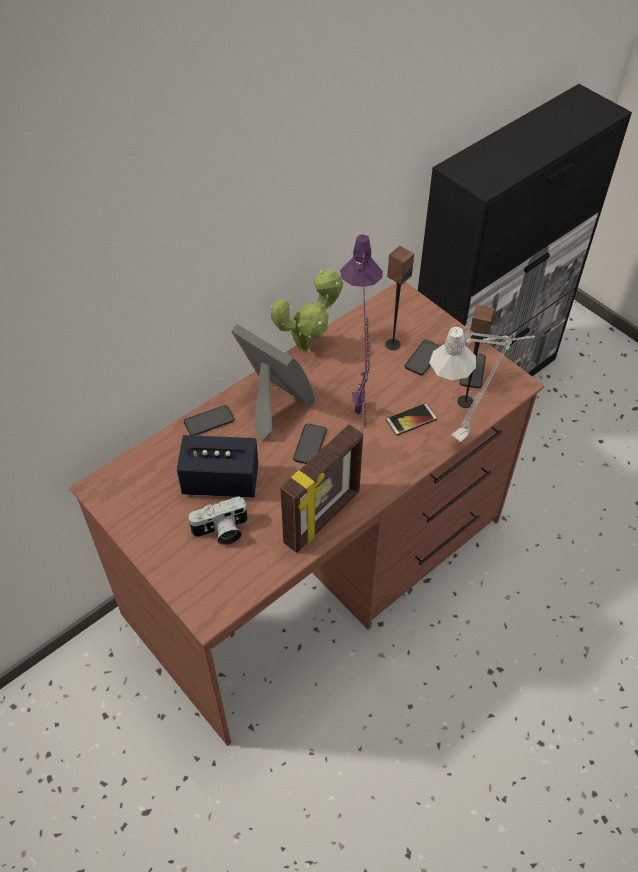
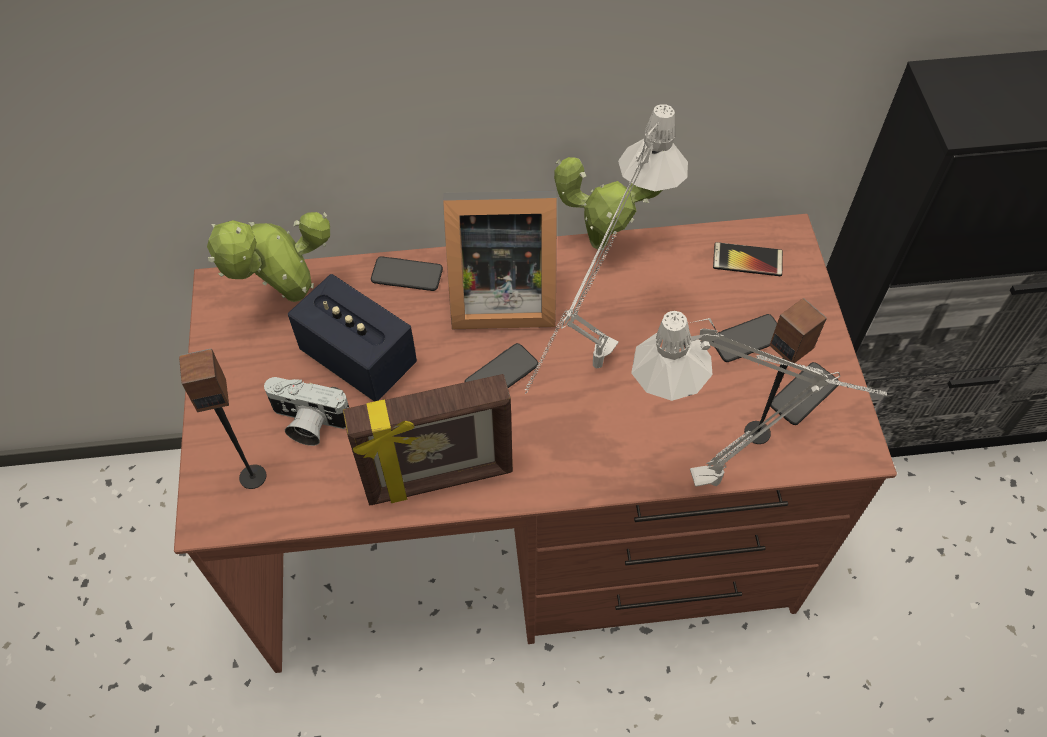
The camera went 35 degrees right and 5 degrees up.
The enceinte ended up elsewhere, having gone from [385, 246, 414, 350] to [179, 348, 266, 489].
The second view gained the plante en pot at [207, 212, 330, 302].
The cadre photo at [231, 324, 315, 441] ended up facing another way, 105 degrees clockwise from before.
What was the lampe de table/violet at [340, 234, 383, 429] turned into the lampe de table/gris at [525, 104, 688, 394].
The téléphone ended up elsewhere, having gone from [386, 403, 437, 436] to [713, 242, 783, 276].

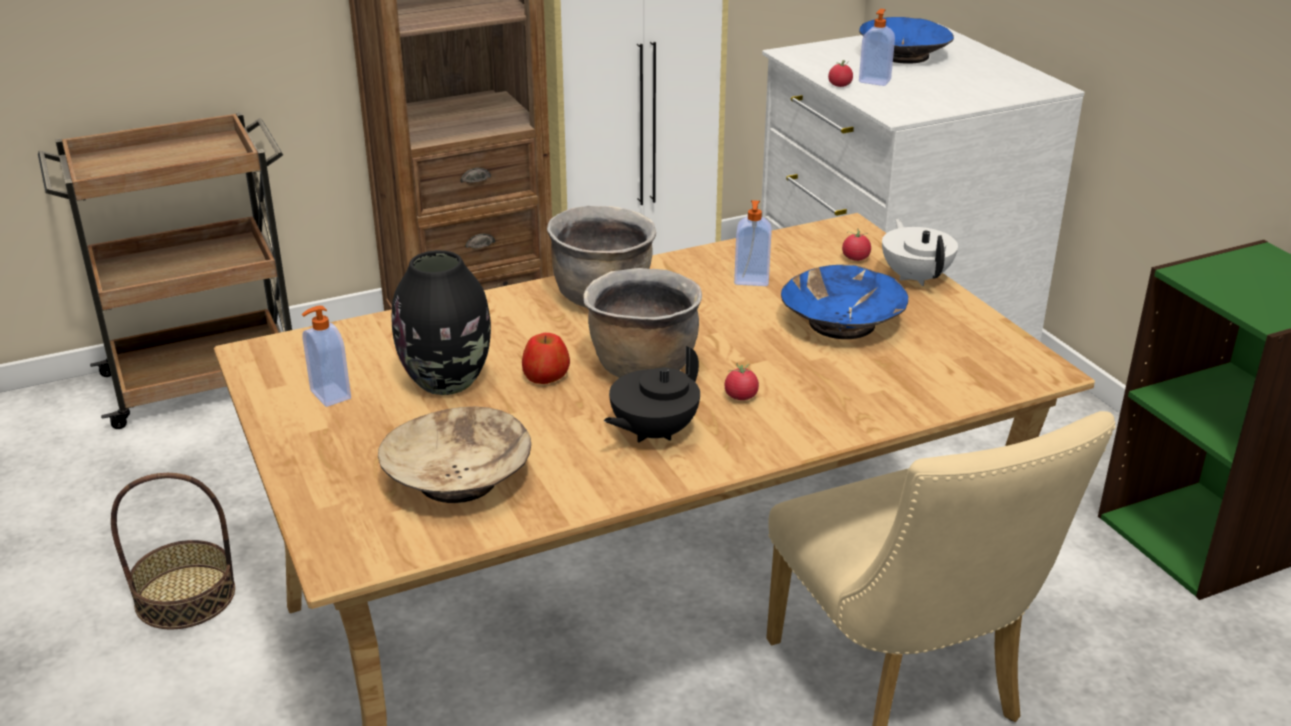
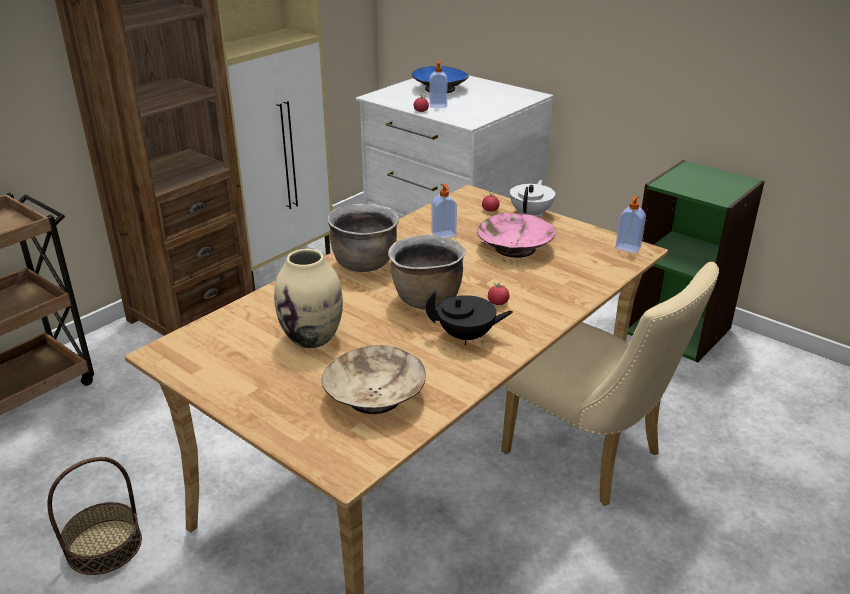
The camera went 25 degrees left and 0 degrees up.
What was the vase/noir at [392, 250, 491, 395] turned into the vase/beige at [274, 249, 343, 348].
The théière/noir at [604, 346, 700, 442] ended up facing another way, 105 degrees counterclockwise from before.
What was the bol/bleu at [781, 265, 908, 339] turned into the bol/rose at [477, 213, 556, 258].
The théière/blanc at [882, 219, 958, 286] ended up facing another way, 60 degrees clockwise from before.
The distributeur de savon ended up elsewhere, having gone from [302, 306, 351, 407] to [615, 196, 646, 253].
The second view lost the pomme at [522, 333, 570, 384].

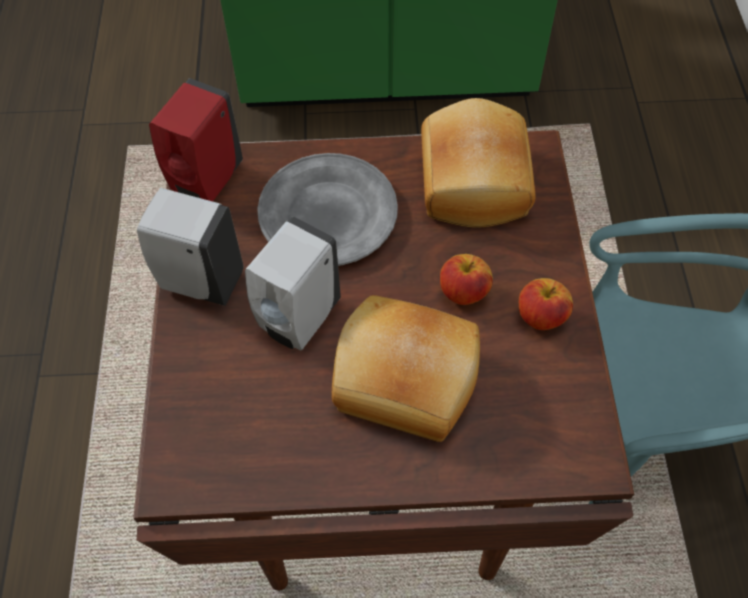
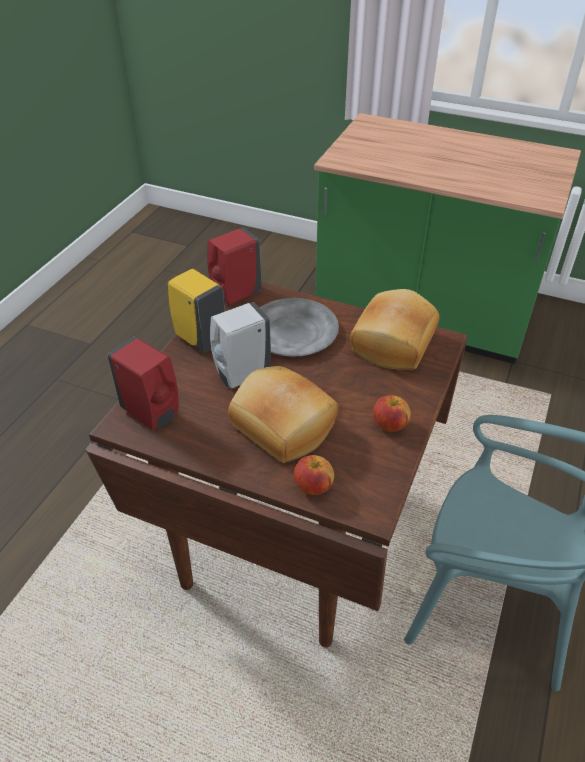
The camera went 25 degrees right and 15 degrees down.
The second view gained the distributeur de savon/rouge at [107, 337, 179, 430].
What was the distributeur de savon/blanc at [137, 188, 244, 306] turned into the distributeur de savon/jaune at [168, 269, 225, 353].
The pomme ended up elsewhere, having gone from [440, 254, 493, 305] to [294, 455, 334, 495].

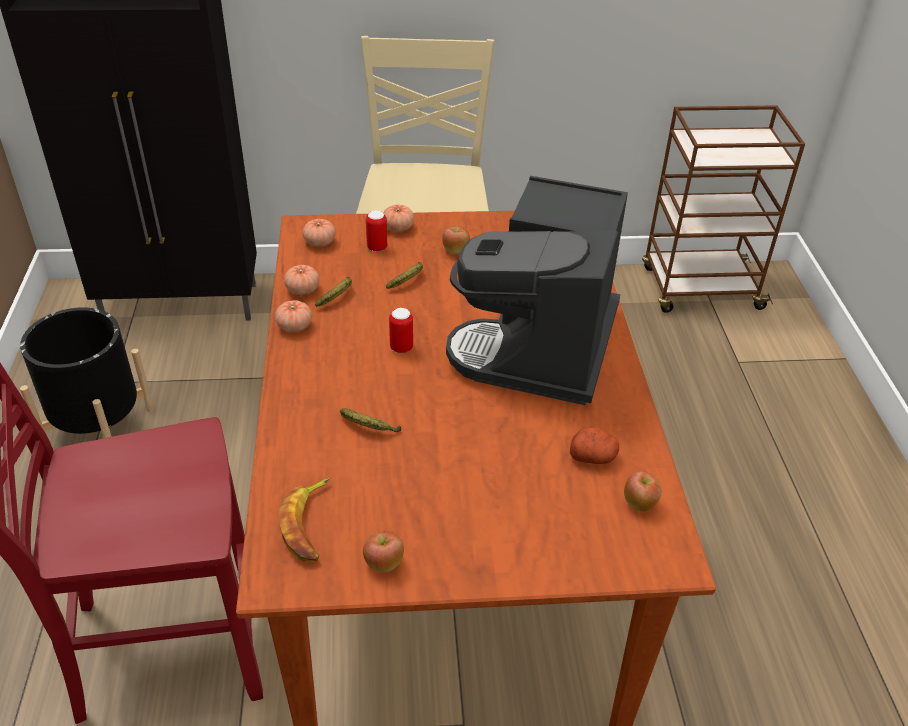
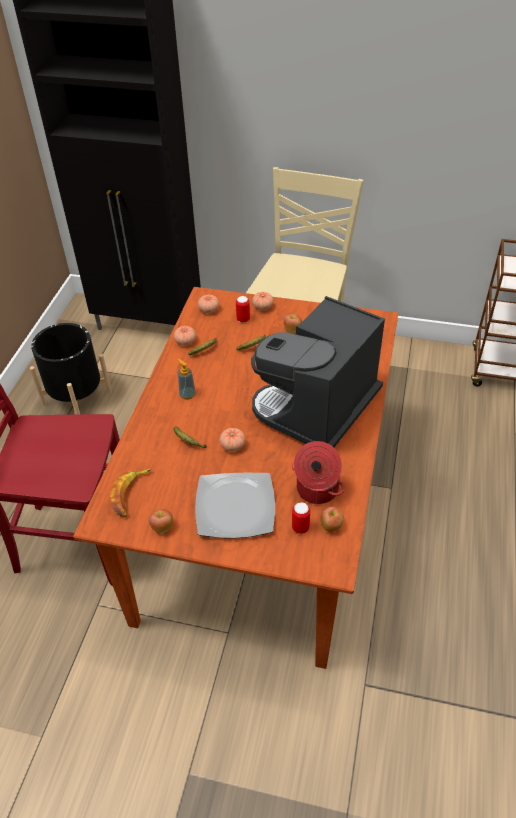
The camera went 20 degrees right and 5 degrees up.
The second view gained the distributeur de savon at [178, 359, 196, 400].
The second view gained the assiette at [195, 473, 275, 538].
The tomate ended up elsewhere, having gone from [275, 300, 312, 332] to [220, 428, 245, 452].
Where the pomme de terre stood at [570, 427, 619, 464], the marmite came to stand at [292, 441, 345, 504].
The boîte métallique ended up elsewhere, having gone from [389, 308, 413, 353] to [292, 502, 310, 534].

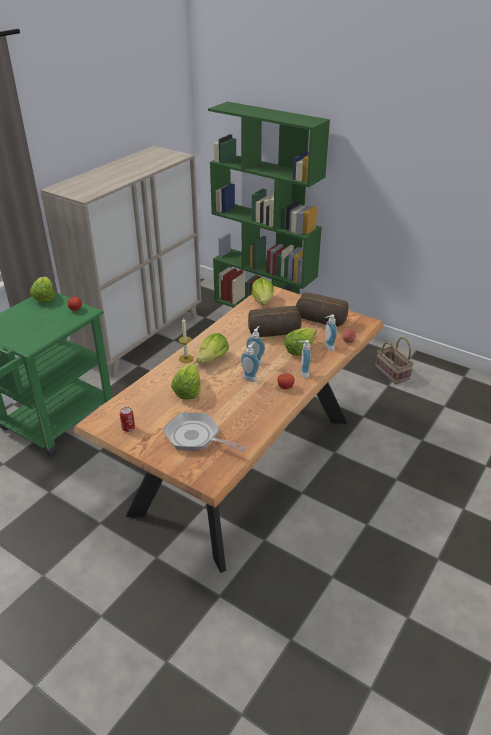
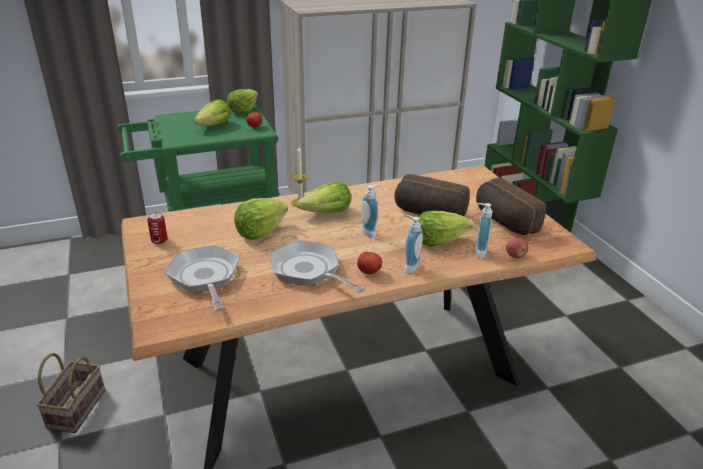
The camera went 35 degrees right and 5 degrees down.
The panier ended up elsewhere, having gone from [375, 337, 414, 384] to [36, 353, 105, 433].
The laitue ended up elsewhere, having gone from [251, 278, 274, 305] to [194, 99, 231, 126].
The second view gained the poêle at [270, 240, 365, 293].
The second view lost the distributeur de savon at [241, 342, 259, 382].

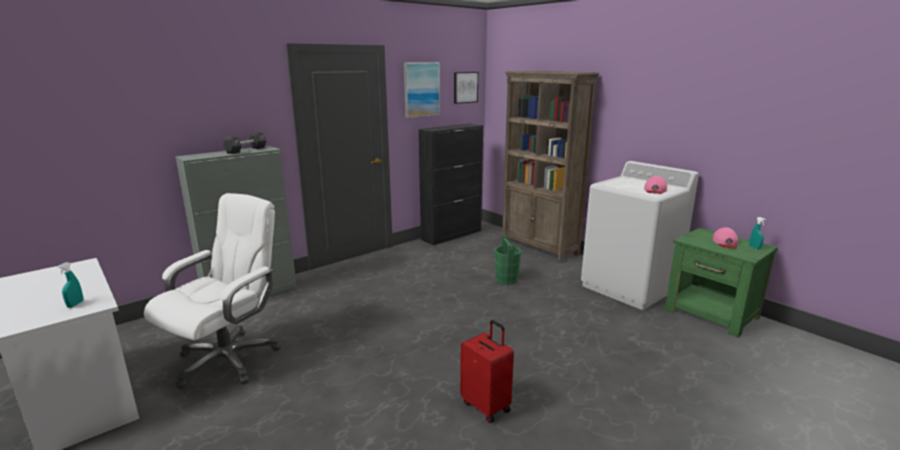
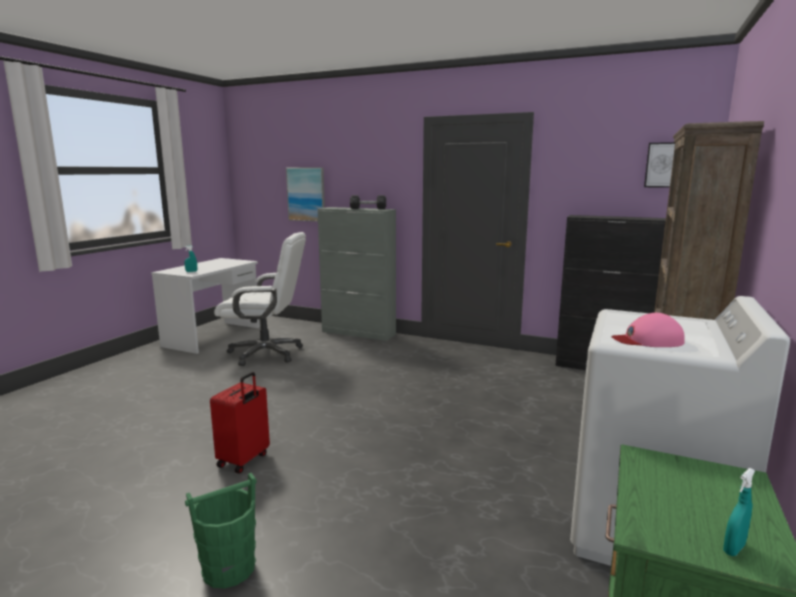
The camera went 65 degrees right and 5 degrees down.
The seau/vert ended up elsewhere, having gone from [495, 236, 521, 285] to [185, 473, 257, 588].
The tableau ended up elsewhere, having gone from [404, 62, 440, 118] to [286, 168, 325, 222].
The second view lost the casquette/rose at [712, 227, 738, 248].

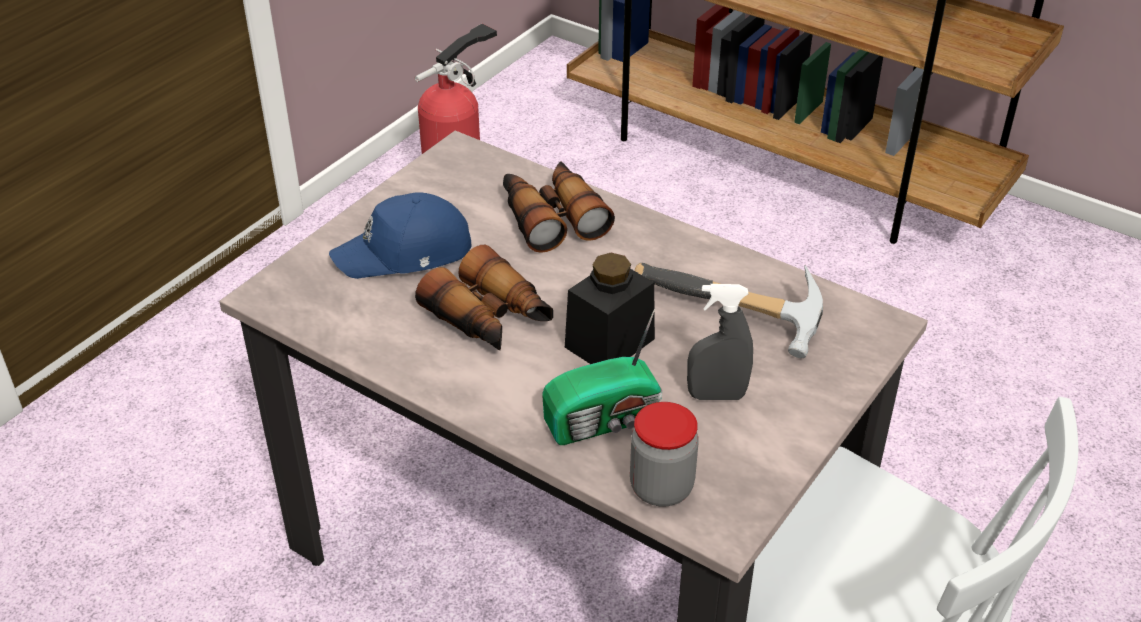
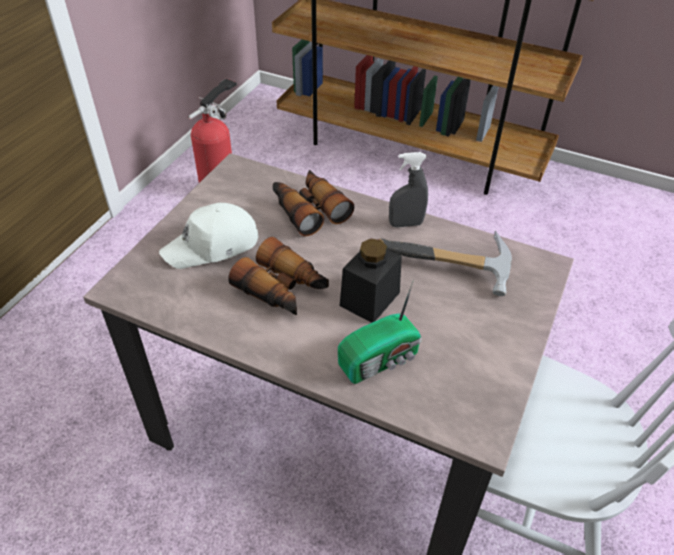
The camera went 10 degrees left and 5 degrees up.
What was the casquette/bleu at [329, 192, 472, 279] turned into the casquette/blanc at [159, 203, 259, 269].
The vaporisateur/gris ended up elsewhere, having gone from [687, 284, 753, 400] to [389, 152, 428, 228].
The second view lost the bocal at [630, 402, 699, 507].

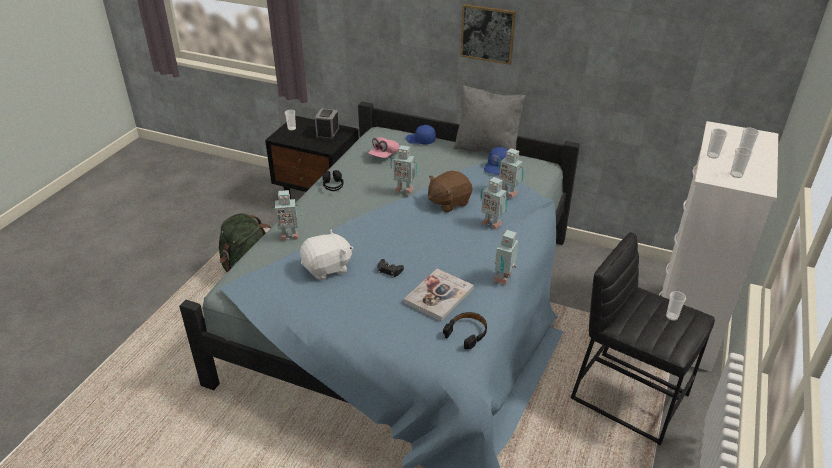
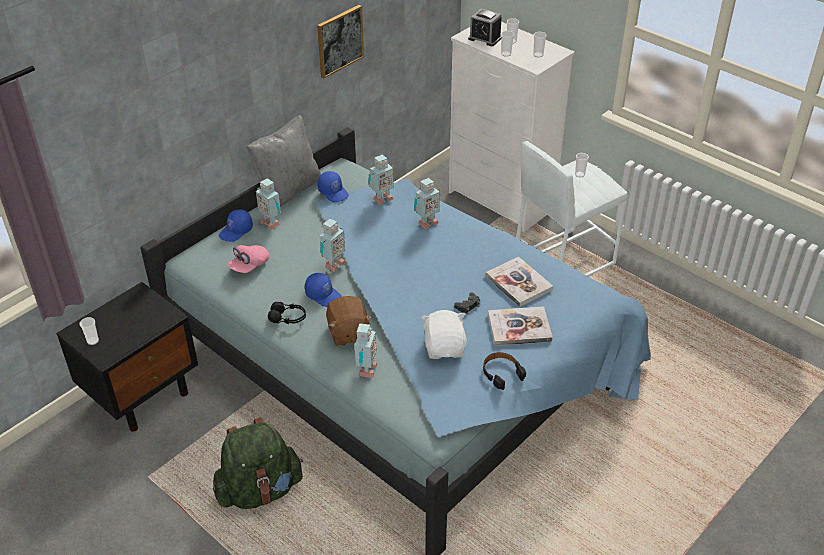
The camera went 70 degrees left and 5 degrees up.
The casquette/rose at [368, 137, 400, 158] ended up facing another way, 75 degrees clockwise from before.
The robot jouet ended up elsewhere, having gone from [494, 230, 518, 285] to [256, 178, 281, 230].
The second view gained the casquette/bleu at [305, 273, 342, 307].
The tableau ended up elsewhere, having gone from [460, 4, 516, 65] to [317, 5, 364, 78].
The peluche/marron ended up elsewhere, having gone from [428, 170, 472, 212] to [326, 296, 372, 346].
The réveil ended up elsewhere, having gone from [315, 109, 339, 140] to [468, 9, 502, 46].
The casque audio/noir ended up elsewhere, having gone from [443, 312, 487, 349] to [483, 352, 526, 390].
The second view gained the livre at [488, 306, 553, 346].
What was the tabouret/noir at [570, 232, 715, 445] turned into the tabouret/blanc at [516, 141, 627, 276].

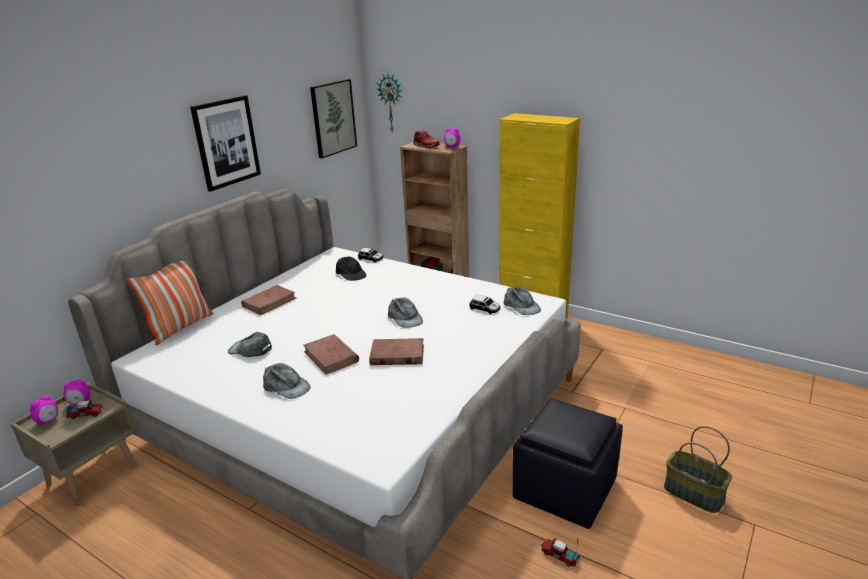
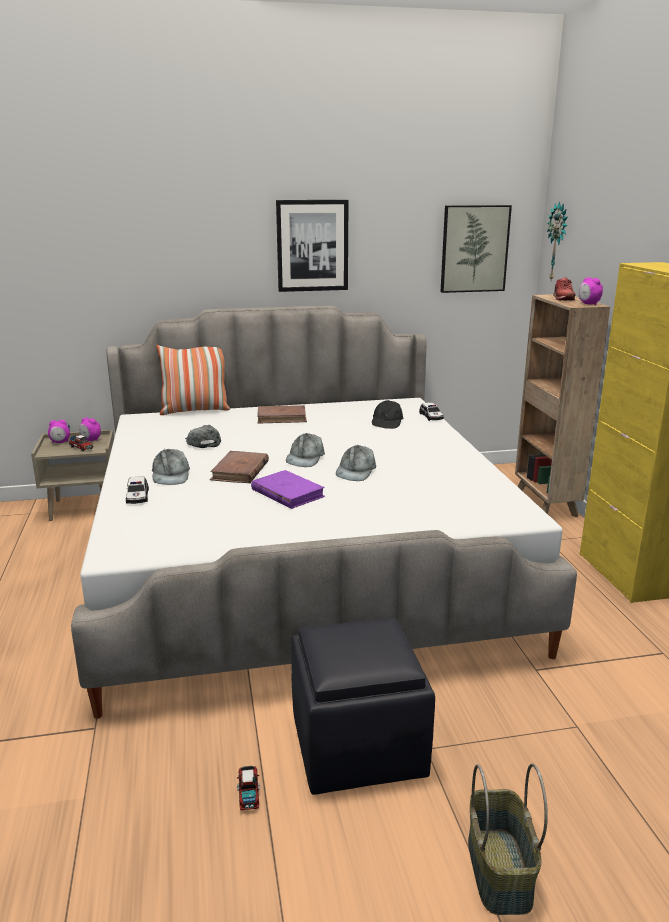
The camera went 45 degrees right and 5 degrees down.
The petite voiture ended up elsewhere, having gone from [469, 295, 500, 314] to [126, 477, 149, 504].
What was the livre/marron at [369, 338, 424, 365] turned into the livre/violet at [251, 470, 325, 509].
The casquette/gris ended up elsewhere, having gone from [503, 286, 541, 315] to [286, 433, 325, 467].

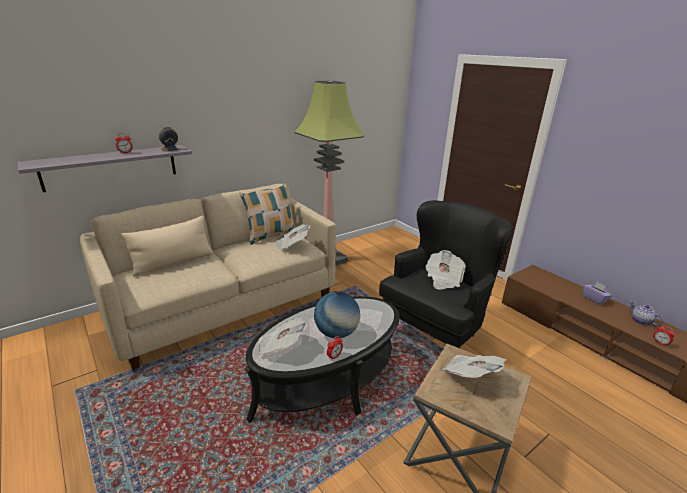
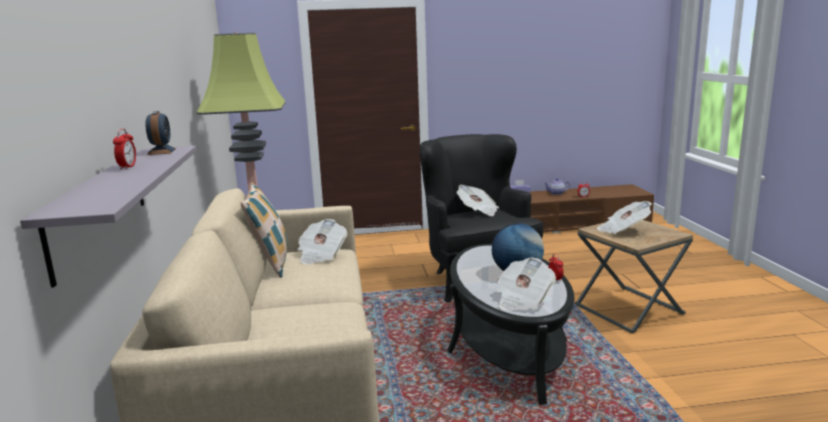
The camera went 60 degrees left and 10 degrees down.
The second view lost the coussin/beige at [121, 215, 214, 277].

